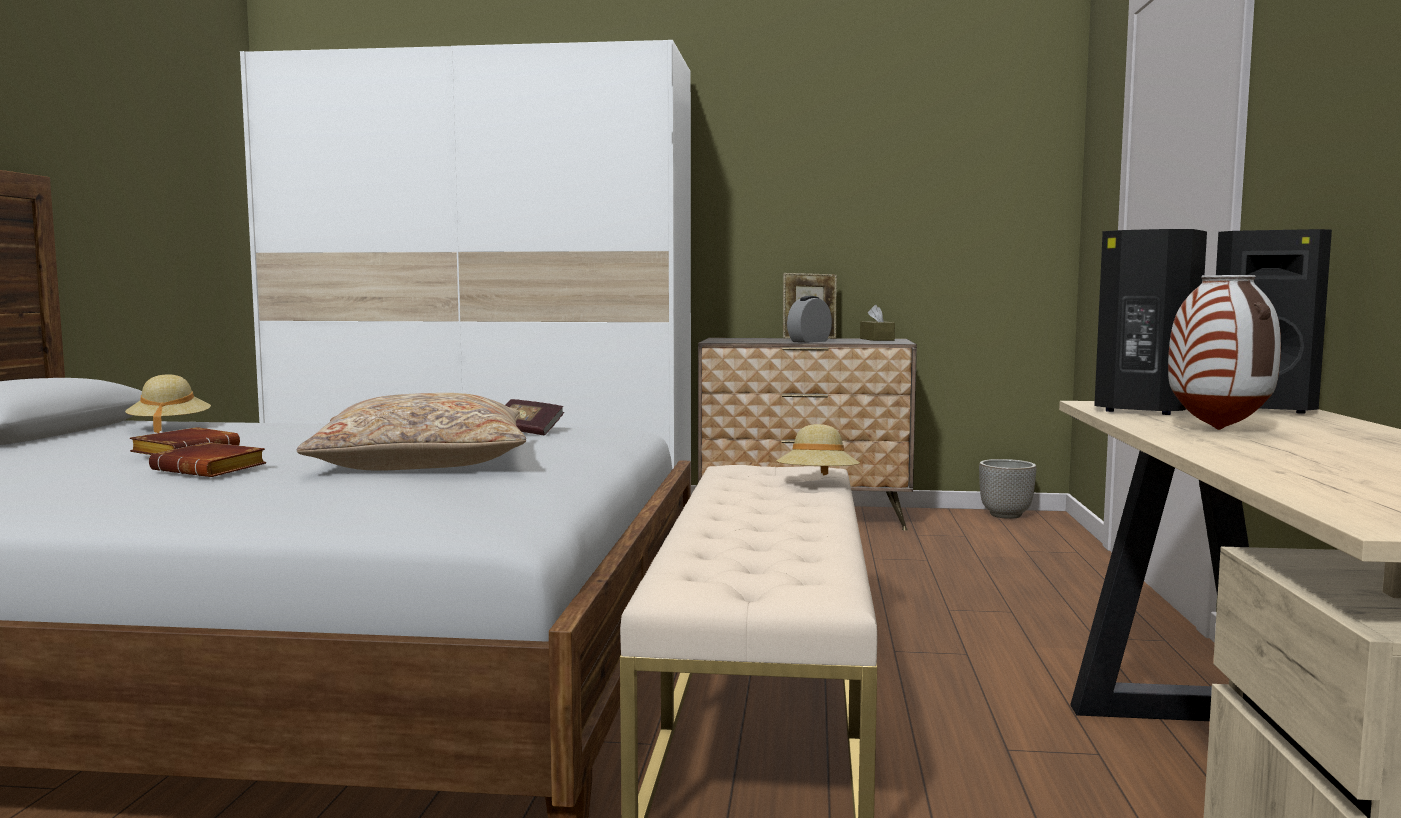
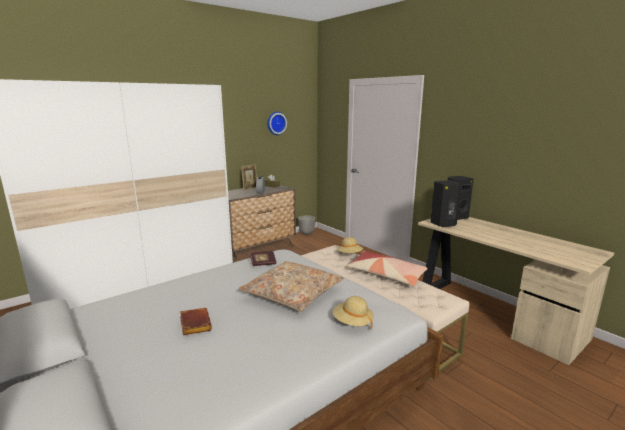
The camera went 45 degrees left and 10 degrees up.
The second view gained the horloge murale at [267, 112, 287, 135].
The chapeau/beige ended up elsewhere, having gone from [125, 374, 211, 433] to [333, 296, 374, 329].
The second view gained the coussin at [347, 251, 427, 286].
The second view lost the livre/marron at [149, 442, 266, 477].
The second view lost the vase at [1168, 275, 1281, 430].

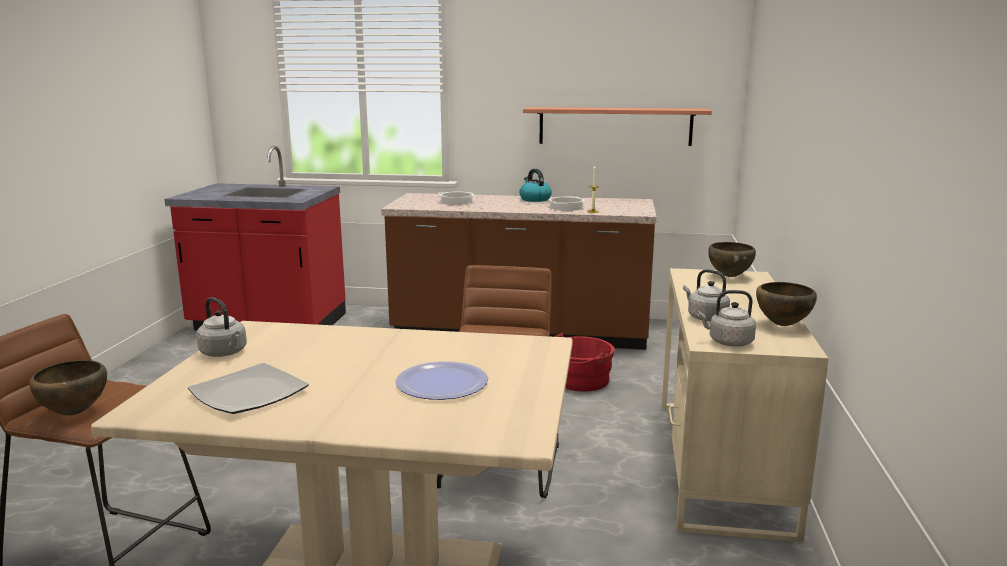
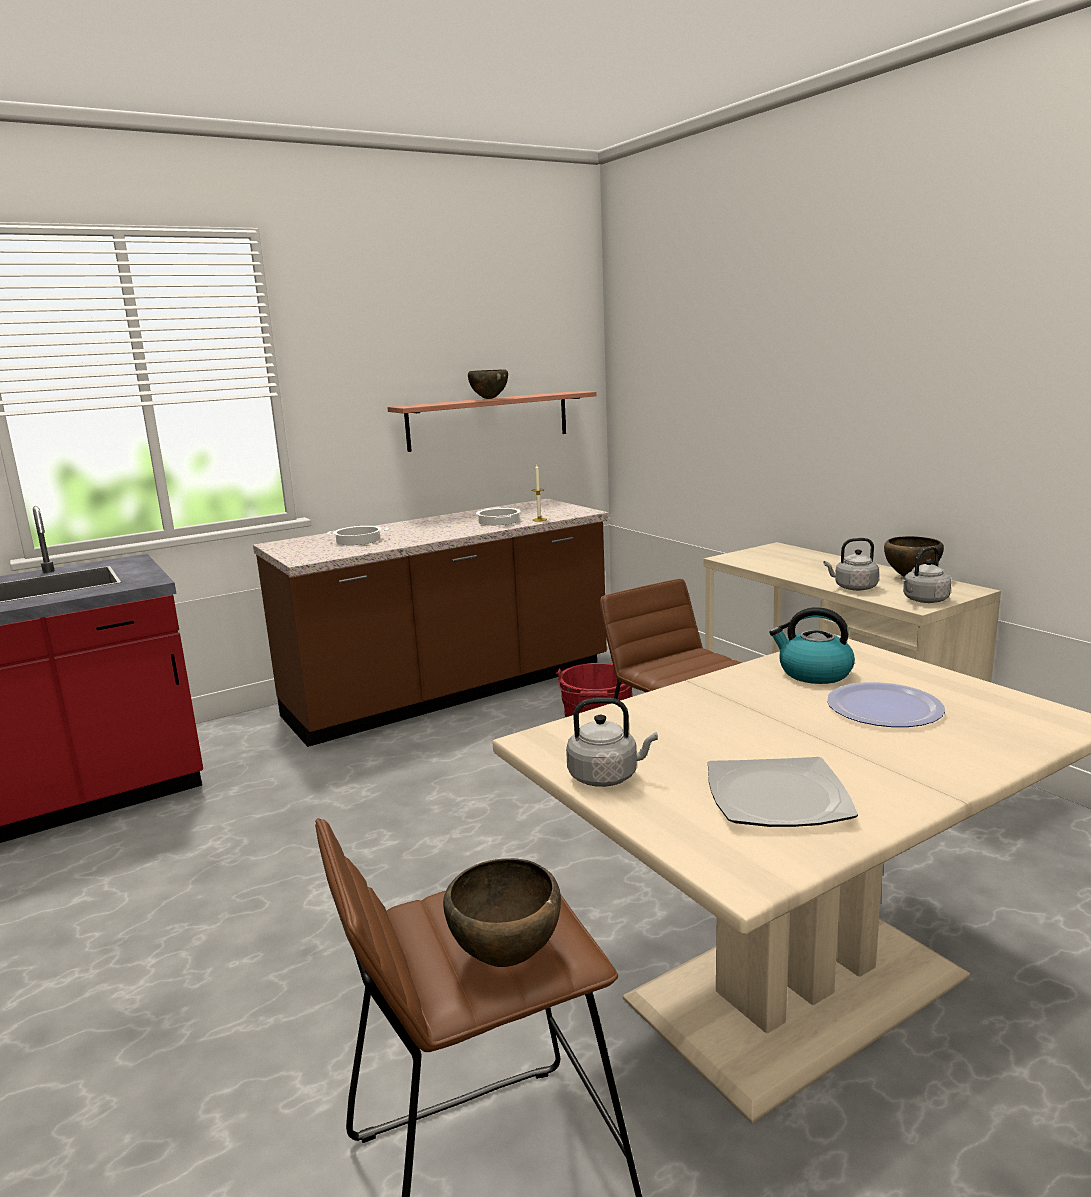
The camera went 40 degrees left and 0 degrees up.
The bol/marron ended up elsewhere, having gone from [708, 242, 756, 277] to [468, 369, 508, 399].
The bouilloire ended up elsewhere, having gone from [519, 169, 552, 202] to [769, 607, 855, 684].

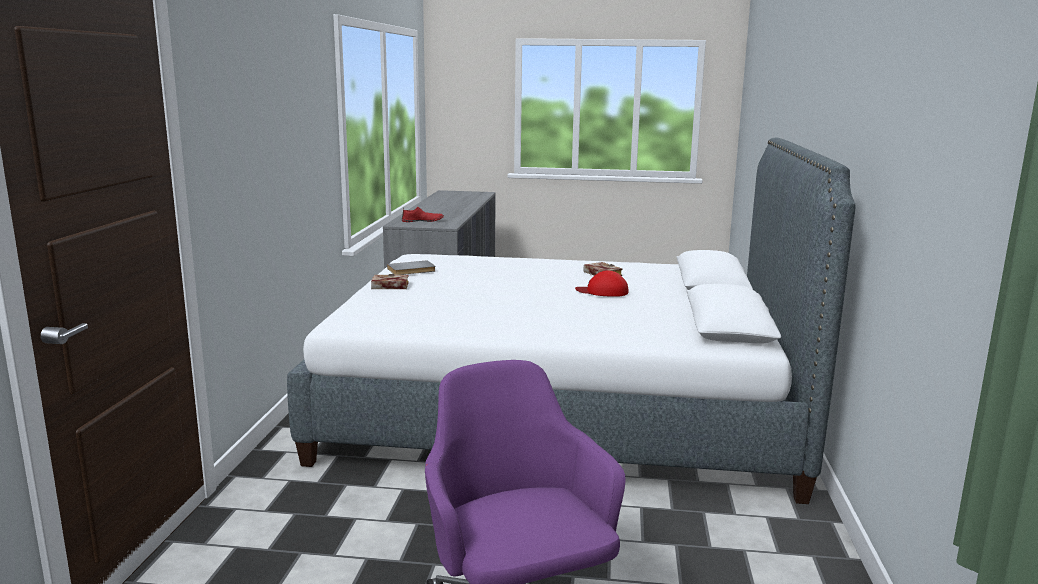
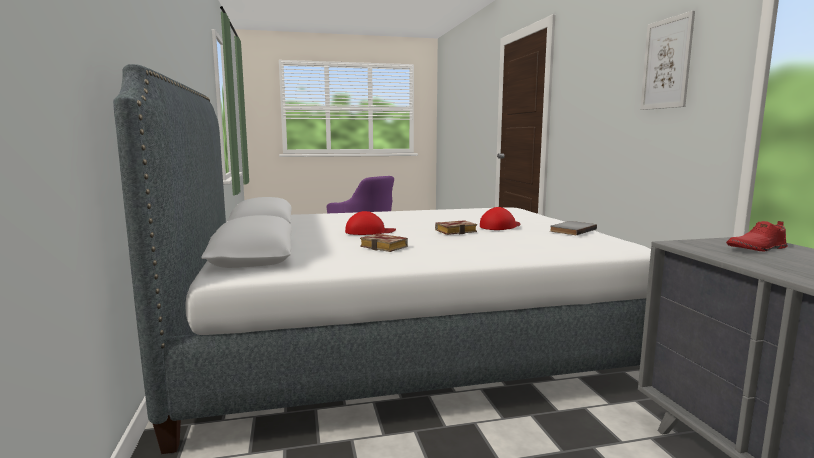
The camera went 160 degrees right and 5 degrees down.
The livre ended up elsewhere, having gone from [371, 274, 409, 289] to [435, 220, 477, 235].
The second view gained the casquette/rouge at [480, 207, 521, 230].
The second view gained the tableau at [640, 11, 695, 110].

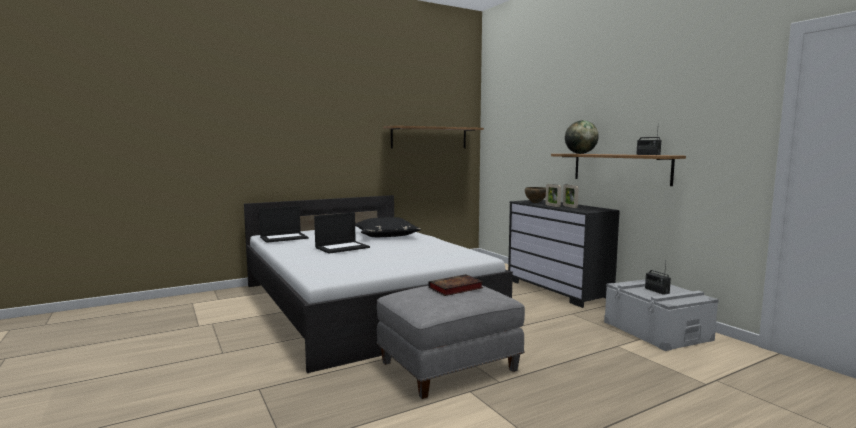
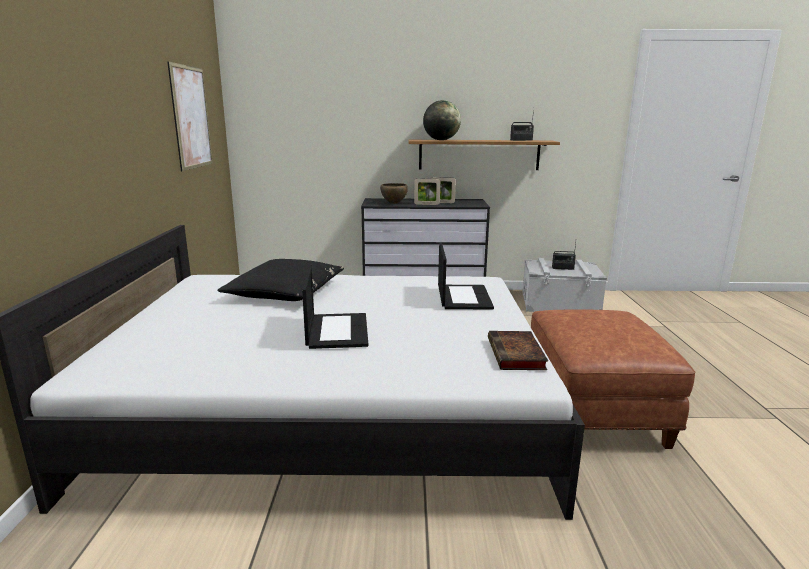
The camera went 60 degrees left and 10 degrees up.
Where the étagère hung at [383, 126, 484, 149], the tableau came to hang at [167, 61, 213, 171].
The ordinateur portable ended up elsewhere, having gone from [259, 206, 309, 243] to [438, 243, 494, 310].
The livre ended up elsewhere, having gone from [428, 274, 483, 296] to [488, 331, 548, 370].
What was the pouf/gris at [377, 286, 525, 399] turned into the pouf/marron at [531, 309, 695, 449].

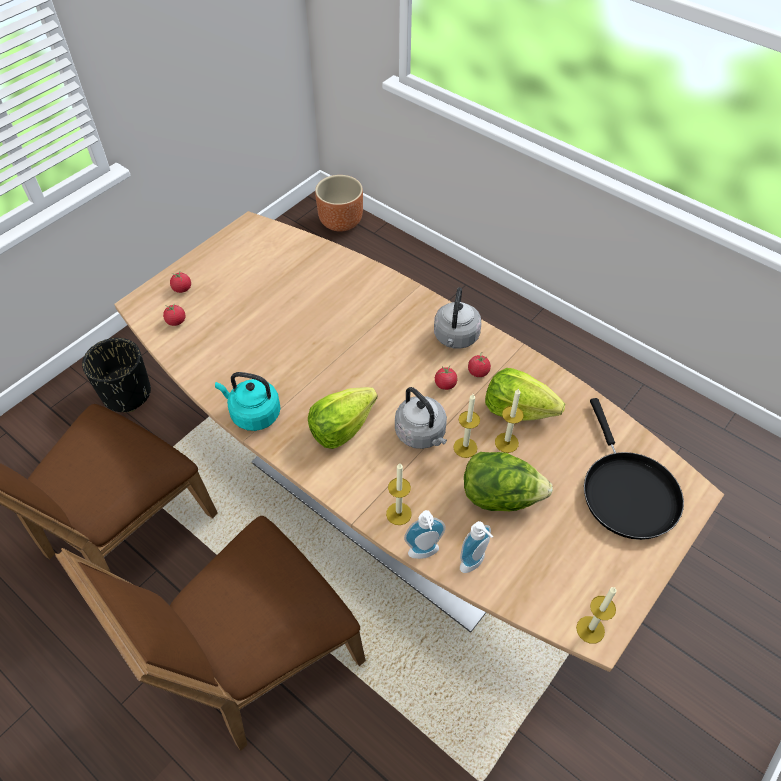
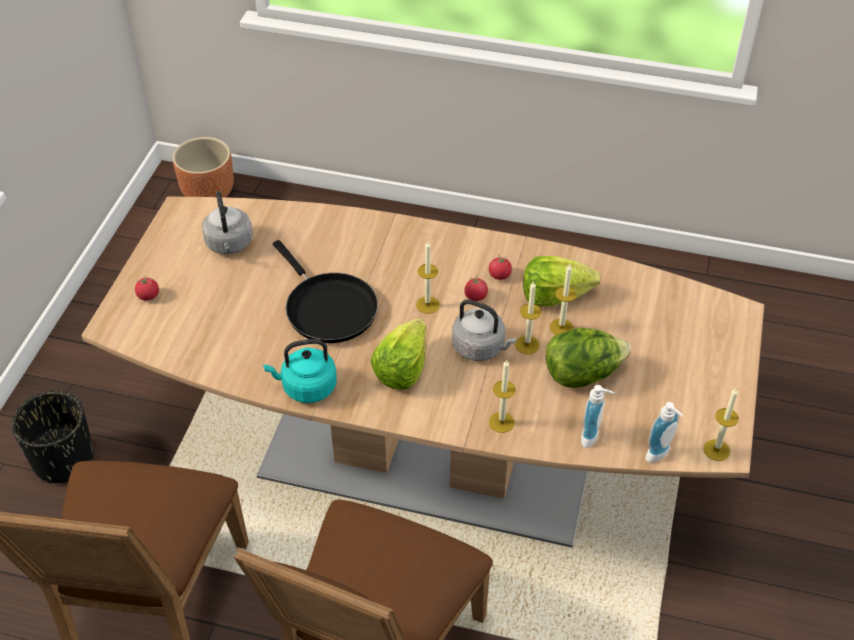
The camera went 25 degrees left and 5 degrees down.
The bouilloire/gris ended up elsewhere, having gone from [434, 287, 481, 349] to [202, 191, 253, 254].
The poêle/noir ended up elsewhere, having gone from [584, 398, 684, 540] to [273, 240, 378, 343].
The second view gained the bougie at [416, 242, 440, 314].
The distributeur de savon ended up elsewhere, having gone from [404, 510, 446, 559] to [646, 402, 683, 463].
The second view lost the tomate at [163, 303, 186, 326].

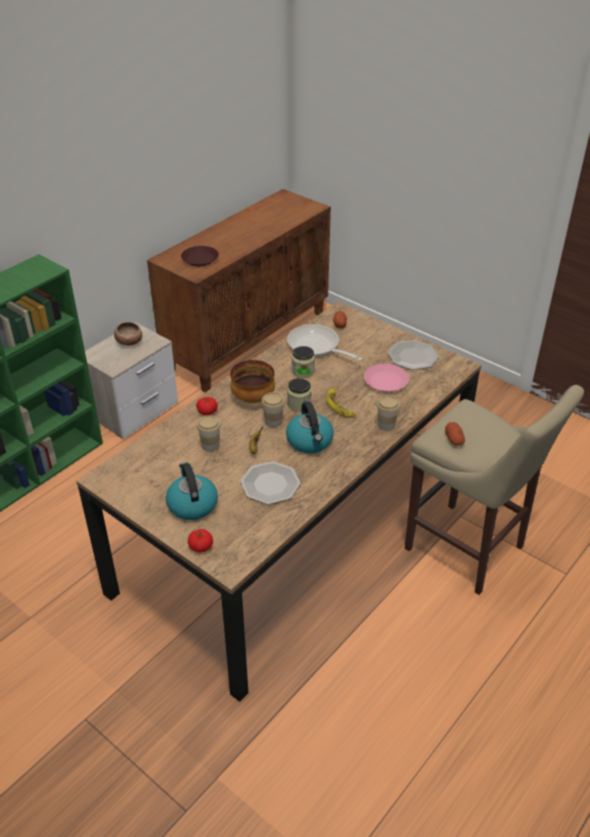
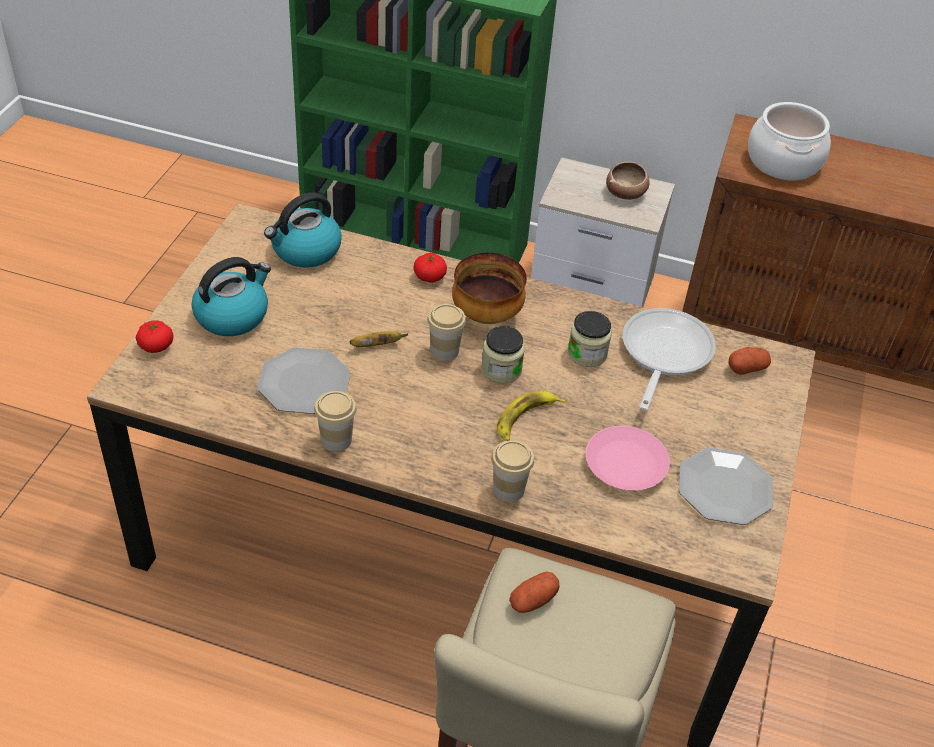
The camera went 65 degrees right and 5 degrees up.
The bouilloire ended up elsewhere, having gone from [286, 401, 334, 454] to [264, 192, 342, 268].
The tasse ended up elsewhere, having gone from [197, 415, 221, 452] to [314, 391, 356, 452].
Where the assiette/marron stood at [181, 246, 219, 266], the marmite came to stand at [748, 102, 831, 180].

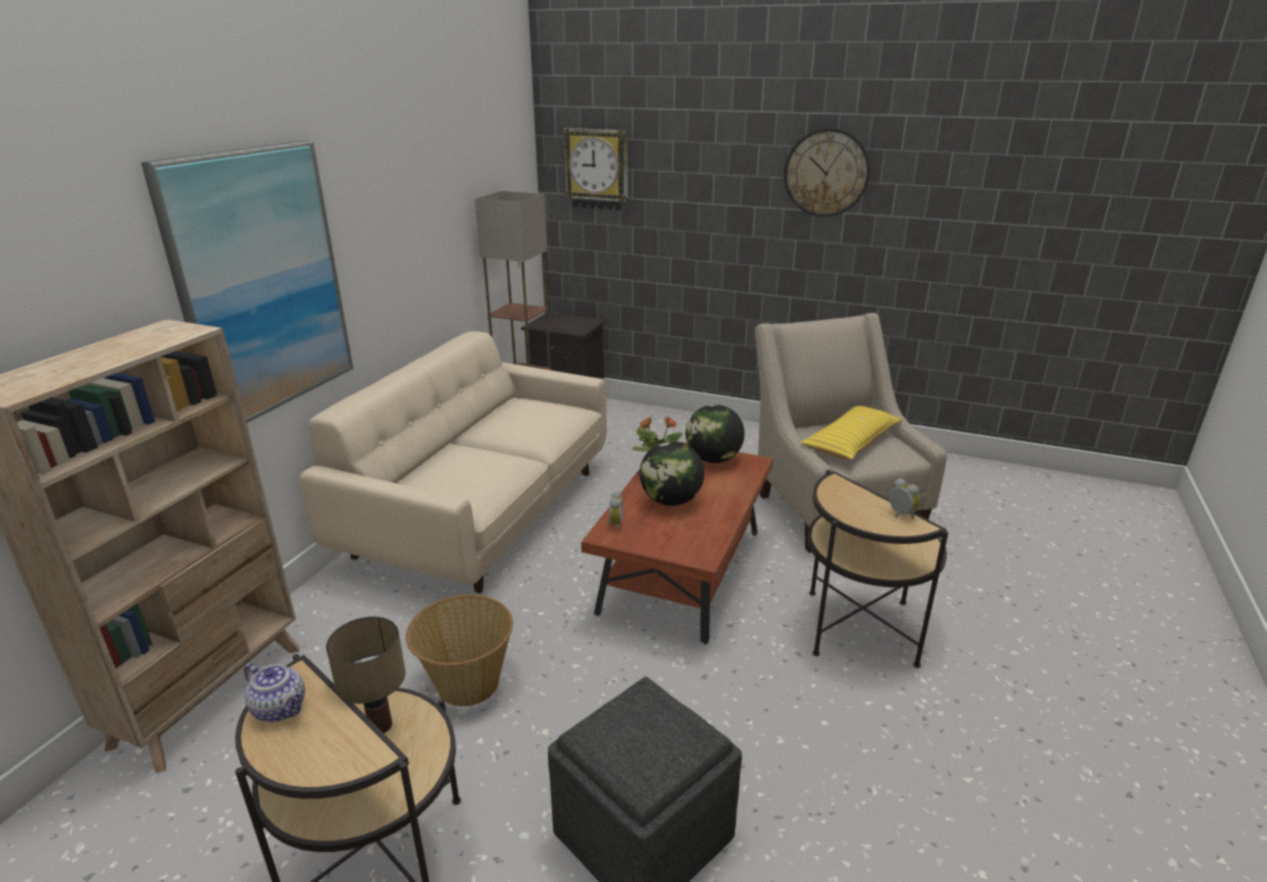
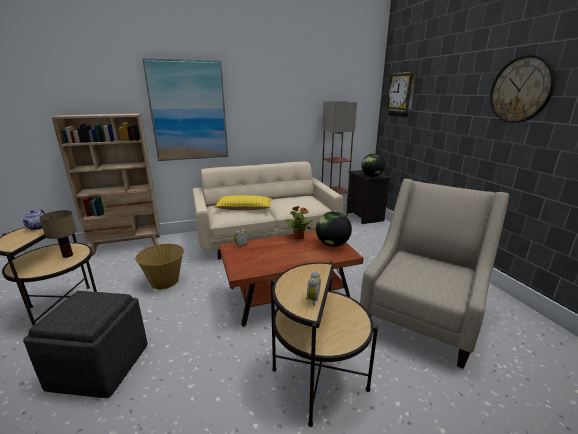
The camera went 50 degrees right and 5 degrees down.
The coussin/jaune ended up elsewhere, having gone from [800, 406, 903, 460] to [214, 195, 272, 210].
The globe ended up elsewhere, having gone from [640, 441, 704, 506] to [361, 154, 385, 177].

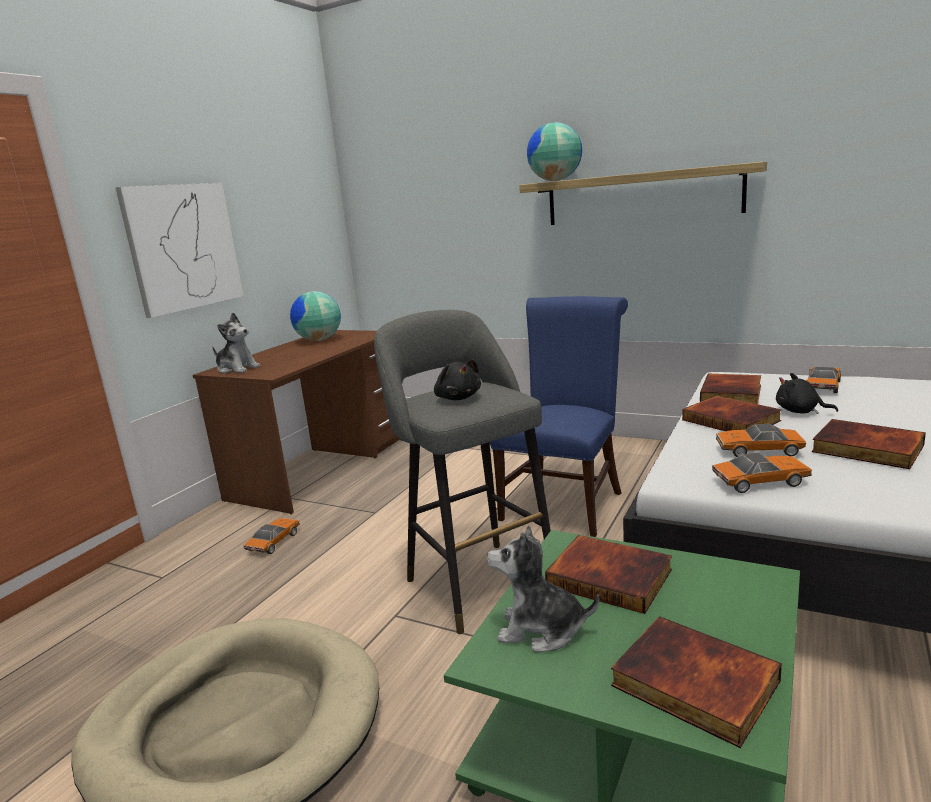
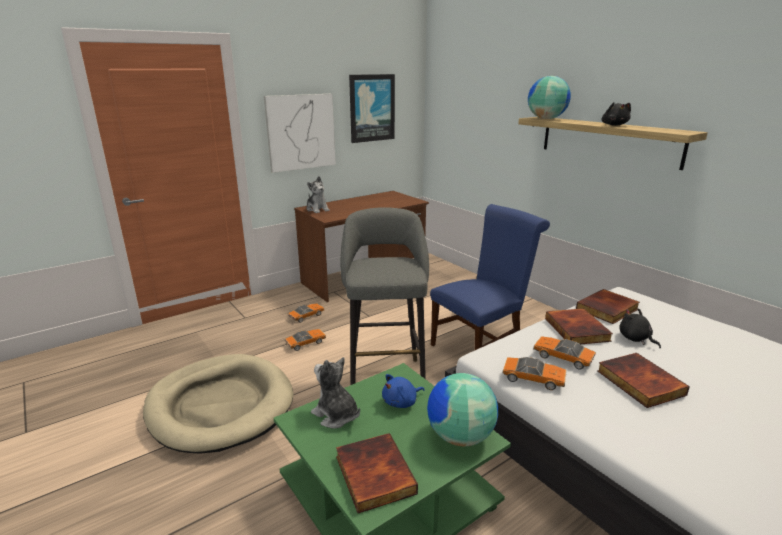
The camera went 25 degrees right and 5 degrees up.
The petite voiture ended up elsewhere, having gone from [806, 367, 841, 393] to [285, 329, 326, 351].
The second view gained the tableau at [349, 74, 395, 143].
Where the livre stood at [545, 535, 672, 614], the peluche/bleu came to stand at [382, 374, 425, 408].
The globe ended up elsewhere, having gone from [290, 291, 341, 341] to [427, 373, 498, 446].
The peluche/noir ended up elsewhere, having gone from [434, 359, 481, 400] to [602, 102, 631, 126].

